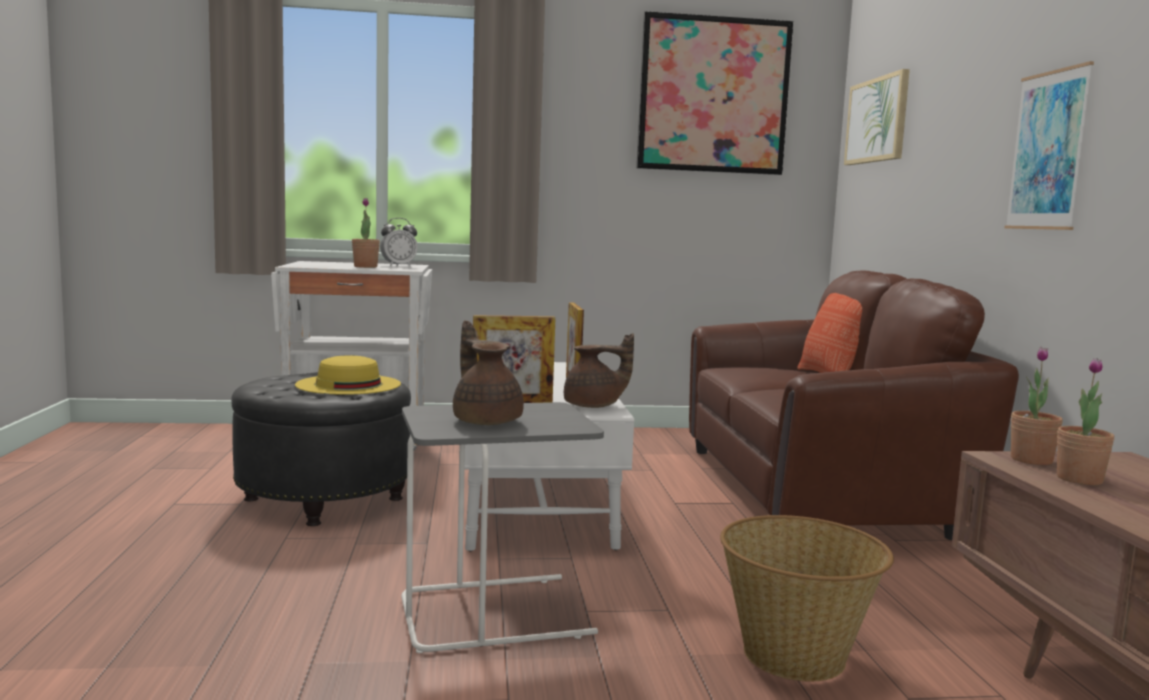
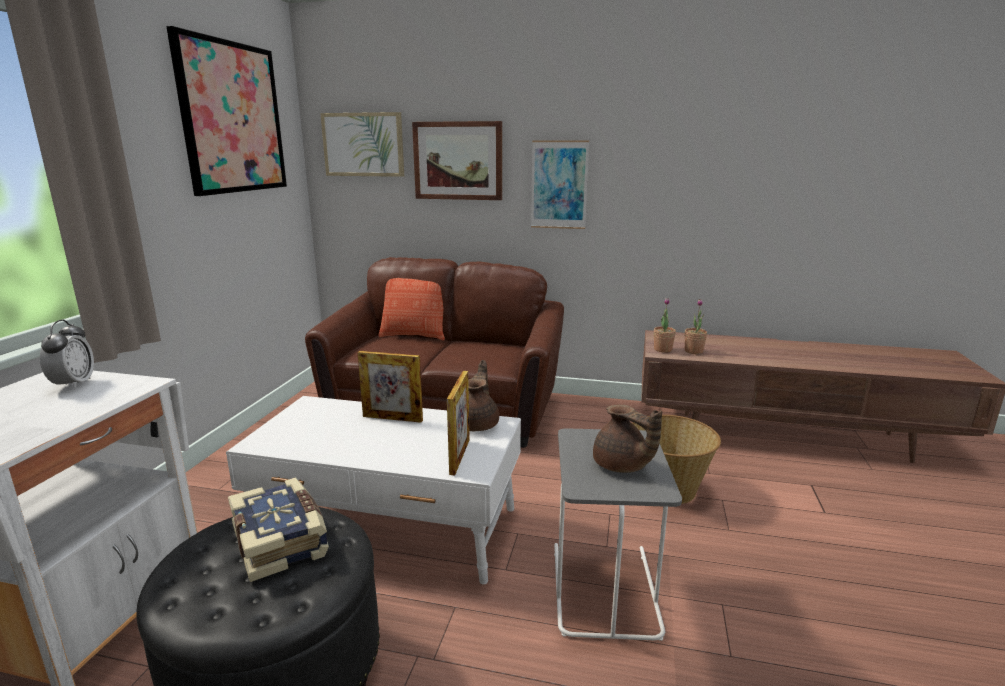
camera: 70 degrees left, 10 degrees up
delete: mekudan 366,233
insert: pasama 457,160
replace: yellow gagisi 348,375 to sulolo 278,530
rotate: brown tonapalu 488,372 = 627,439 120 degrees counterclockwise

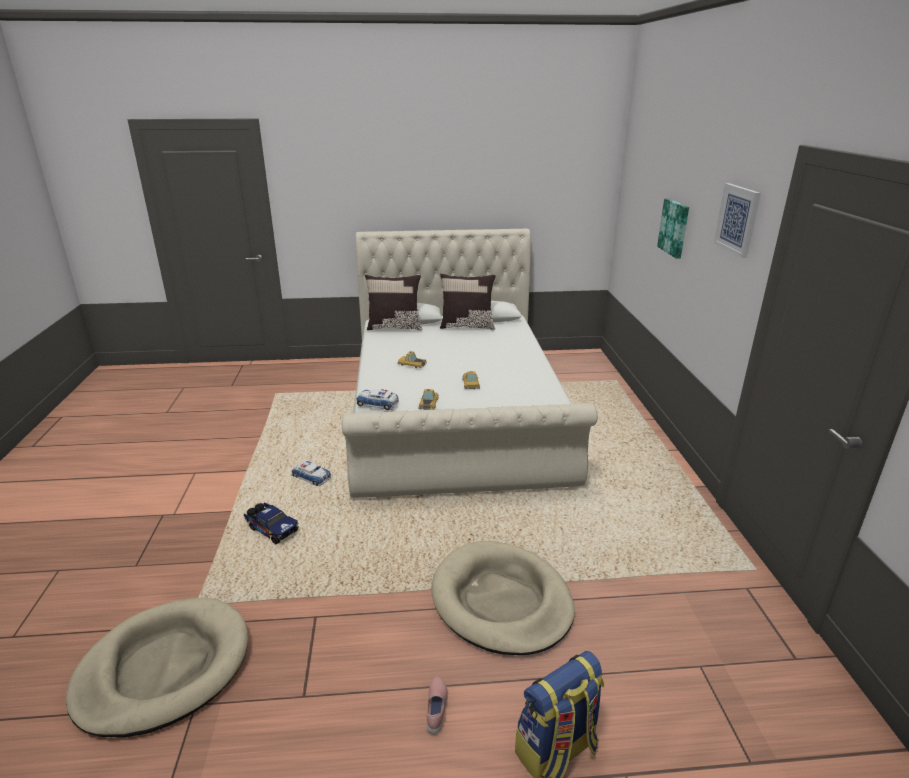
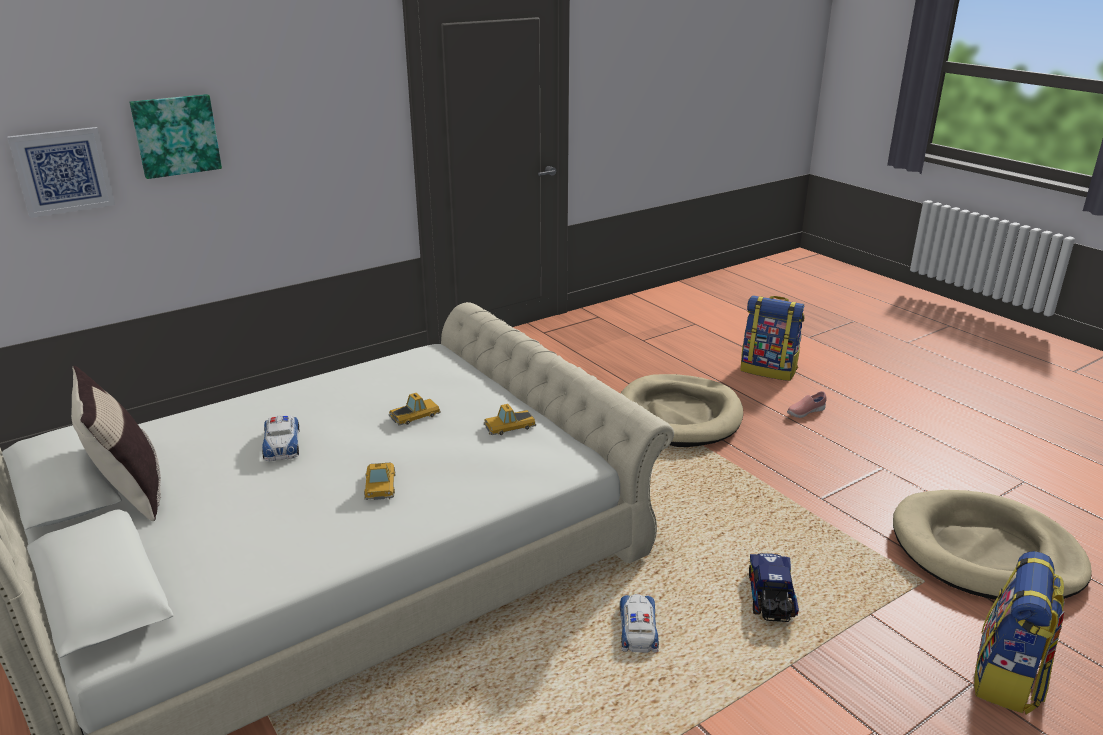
camera: 120 degrees left, 0 degrees up
delete: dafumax 393,303
insert: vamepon 1019,632
move: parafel 377,399 to 280,438; pasama 737,220 to 61,172

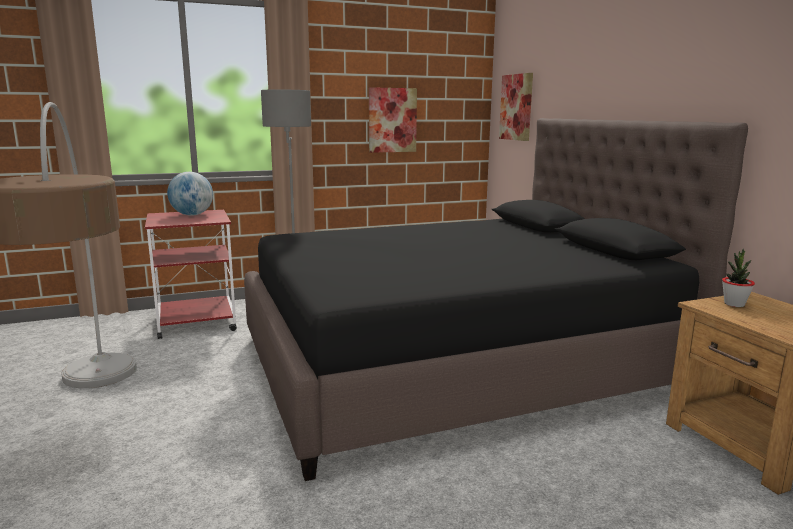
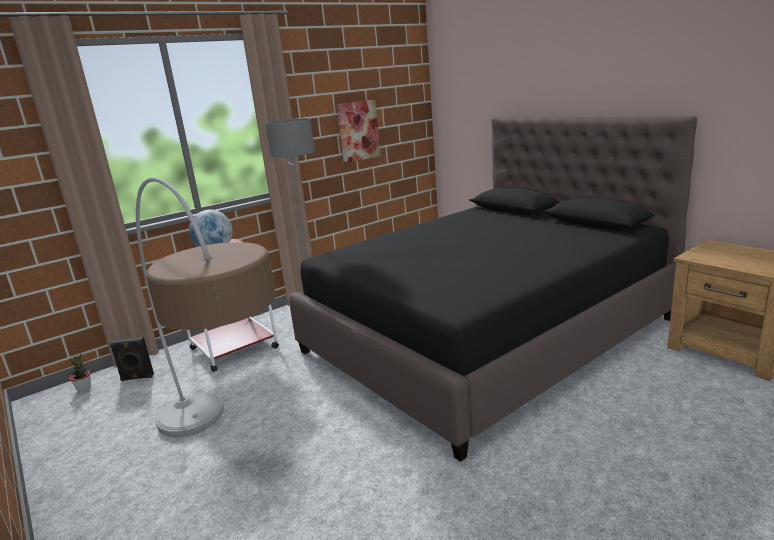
camera: 15 degrees left, 5 degrees up
delete: pasama 516,107
insert: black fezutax 131,359
move: mekudan 738,278 to 80,372

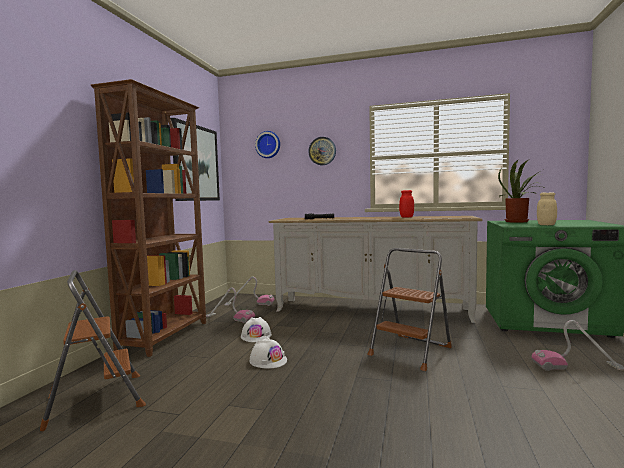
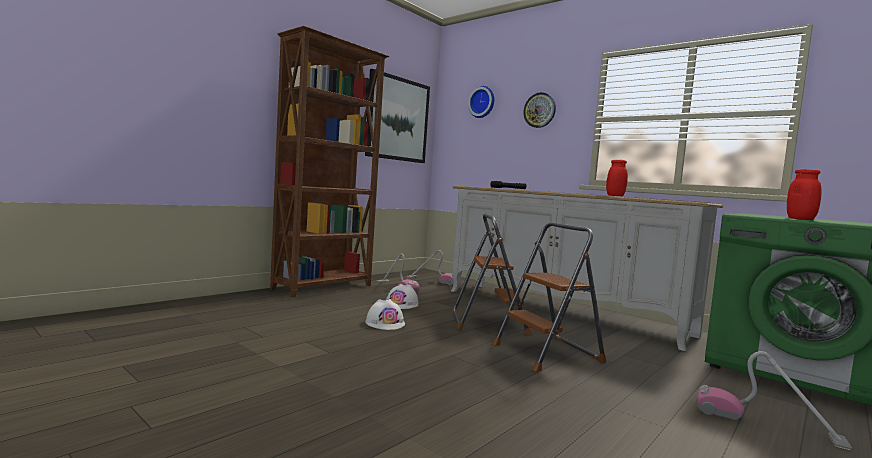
camera: 25 degrees right, 0 degrees up
delete: mekudan 520,191
move: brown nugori 93,350 to 492,274
recolor: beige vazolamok 547,208 to red vazolamok 804,194

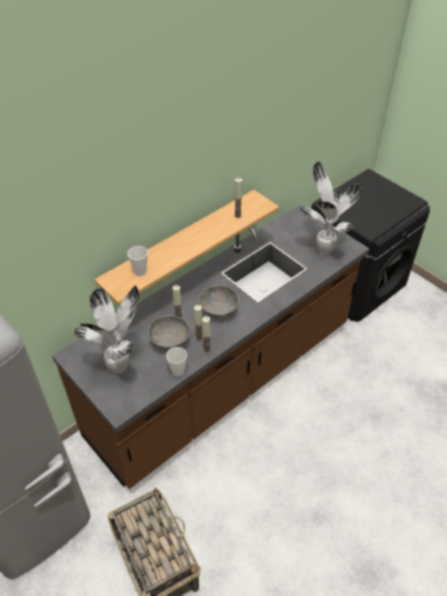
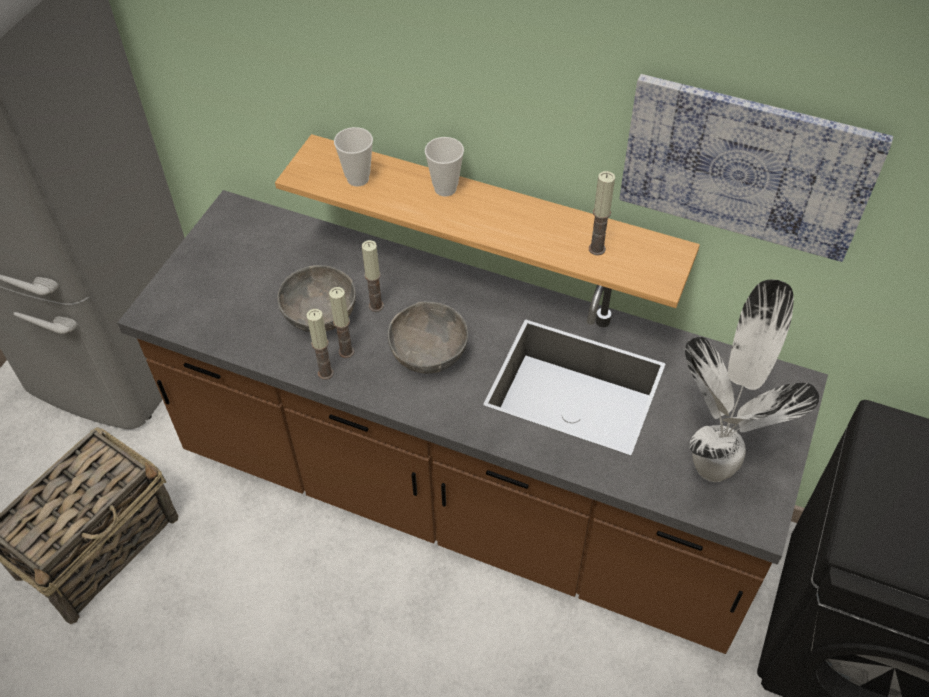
camera: 65 degrees right, 5 degrees up
delete: mekudan 106,329
insert: pasama 756,168
move: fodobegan 176,361 to 444,166

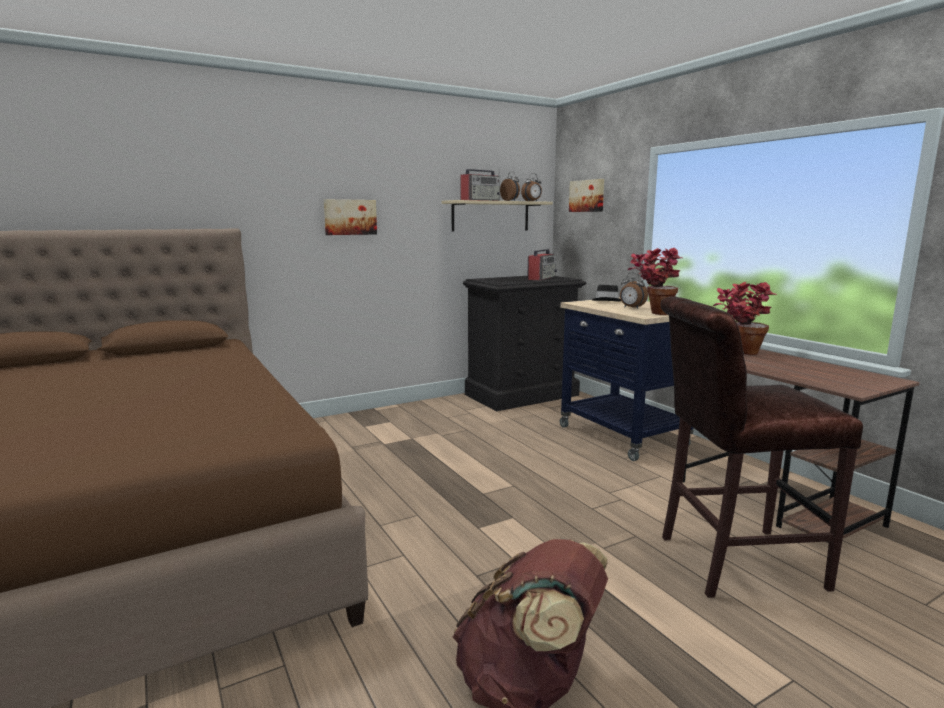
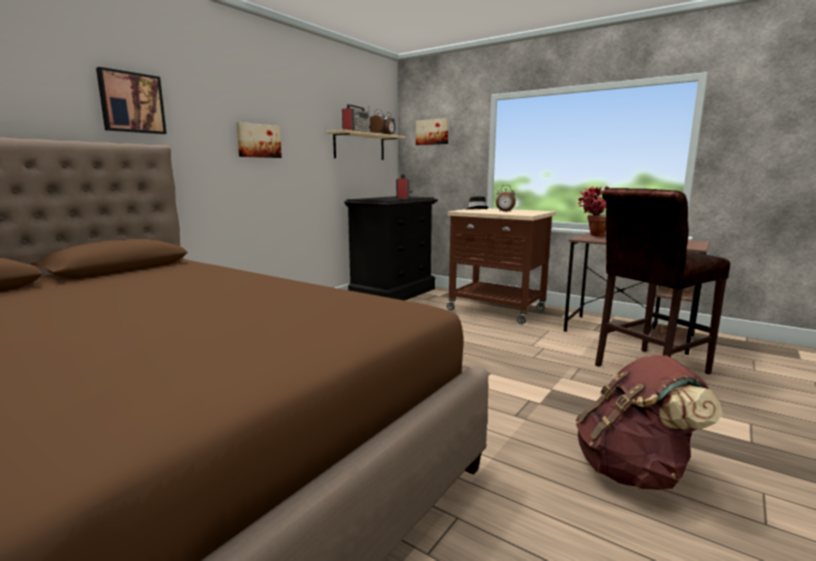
camera: 25 degrees left, 0 degrees up
delete: mekudan 655,281
insert: pasama 131,100
recolor: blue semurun 626,379 to brown semurun 501,266

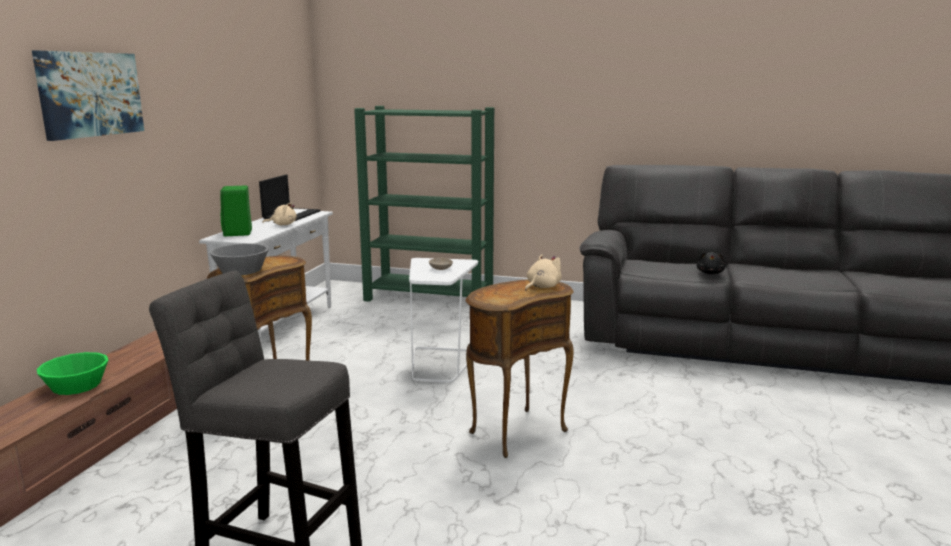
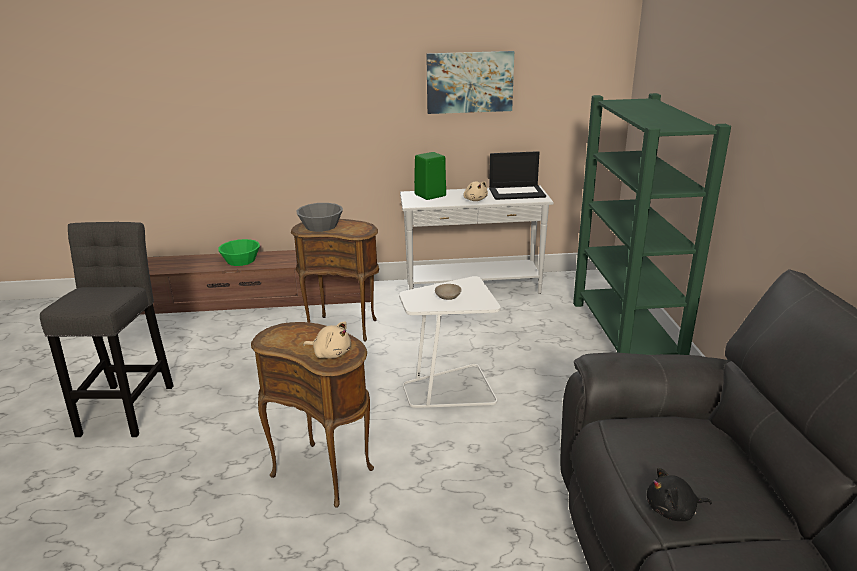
camera: 70 degrees right, 10 degrees up
move: pasama 88,96 to 470,82

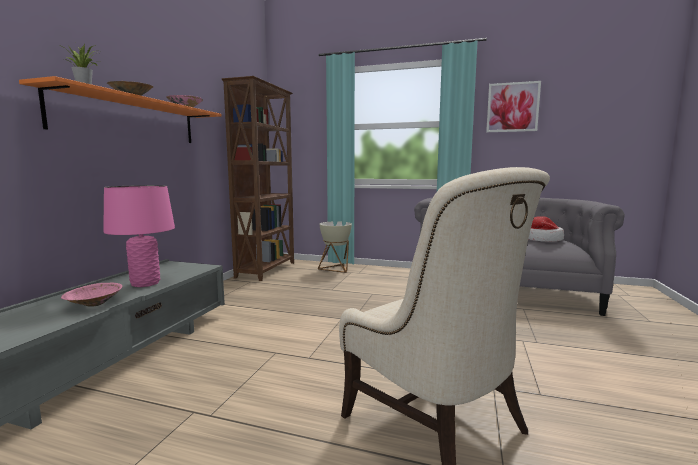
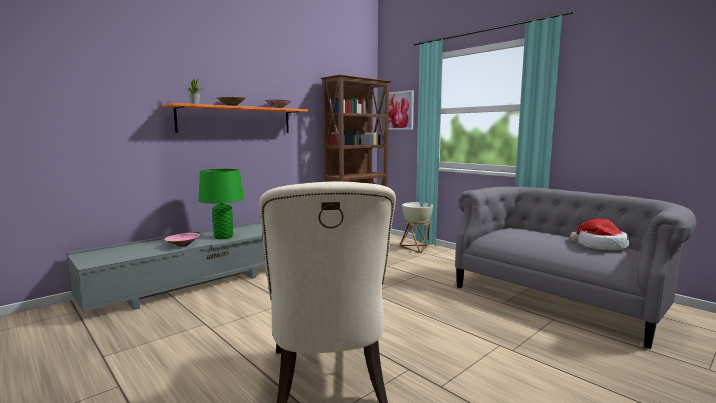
camera: 30 degrees right, 0 degrees up
move: pasama 513,106 to 399,110
recolor: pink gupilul 139,236 to green gupilul 221,204

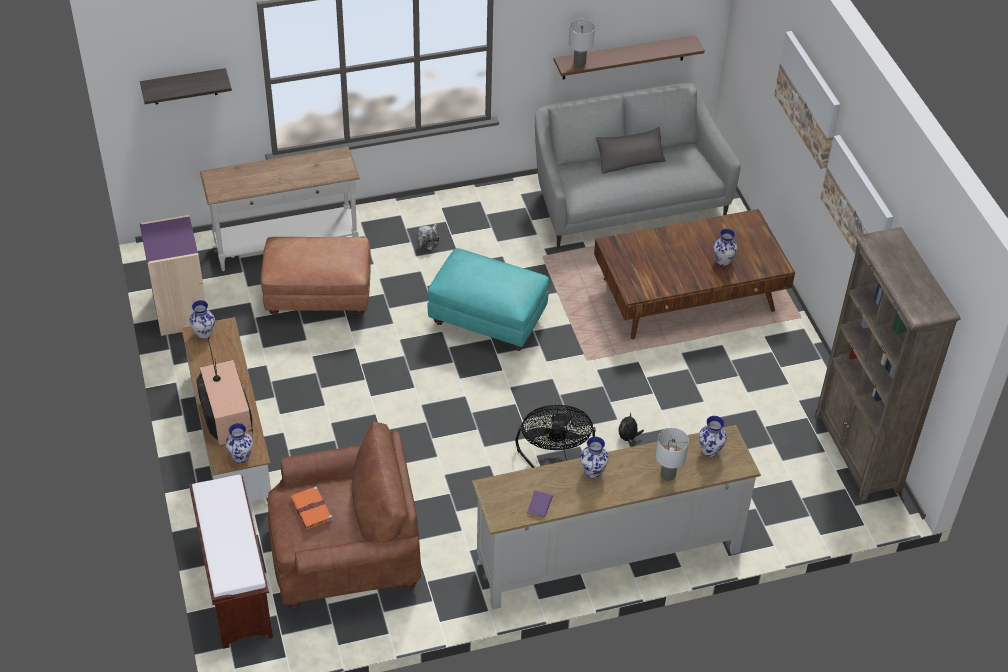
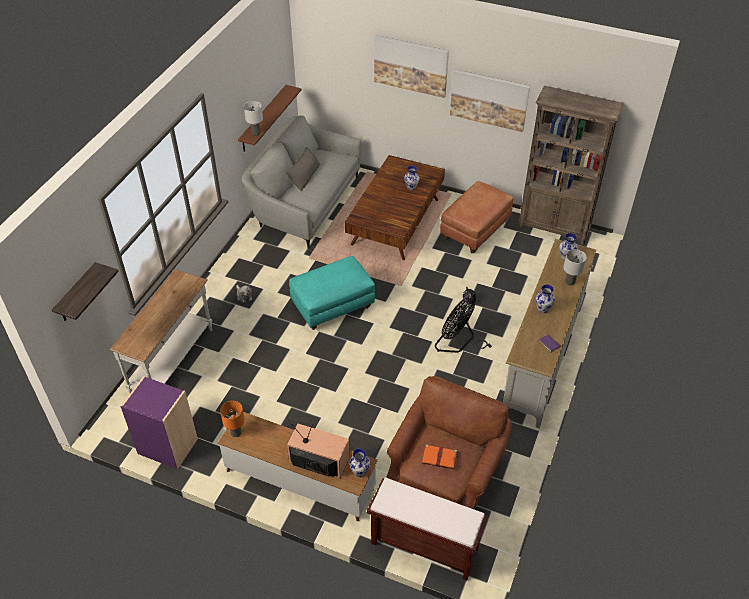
camera: 50 degrees left, 0 degrees up
move: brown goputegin 316,276 to 477,217
replace: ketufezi 202,319 to orange gupilul 232,419

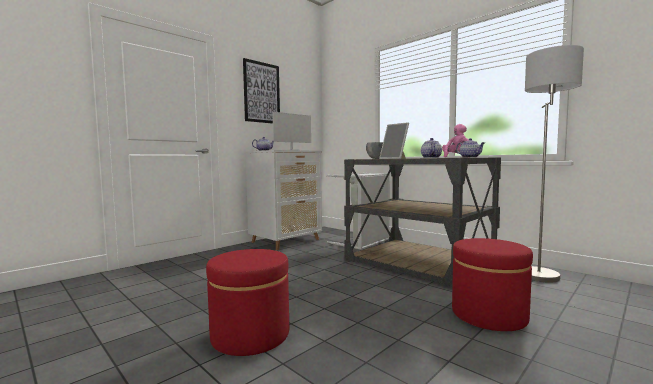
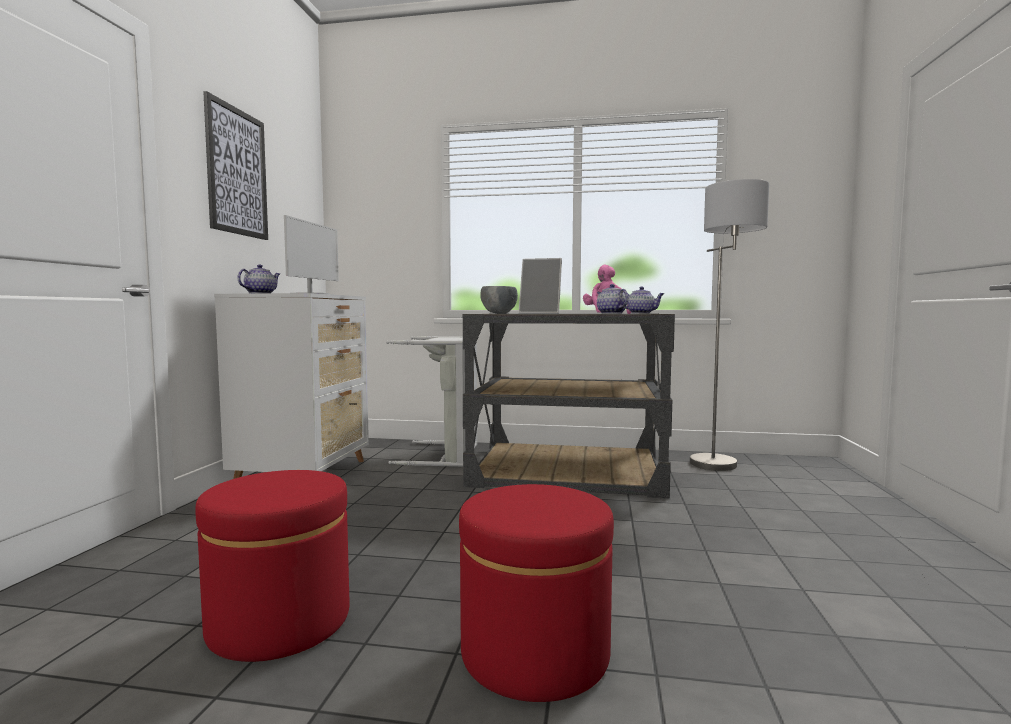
camera: 35 degrees left, 0 degrees up
move: red goputegin 492,284 to 272,566

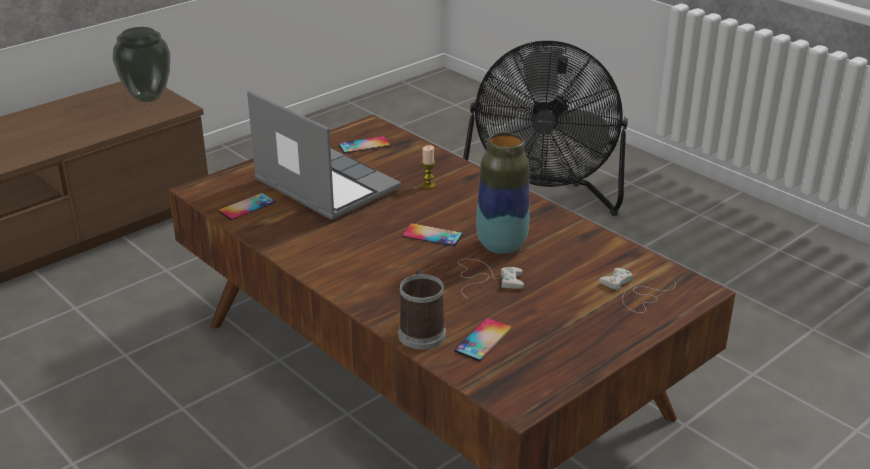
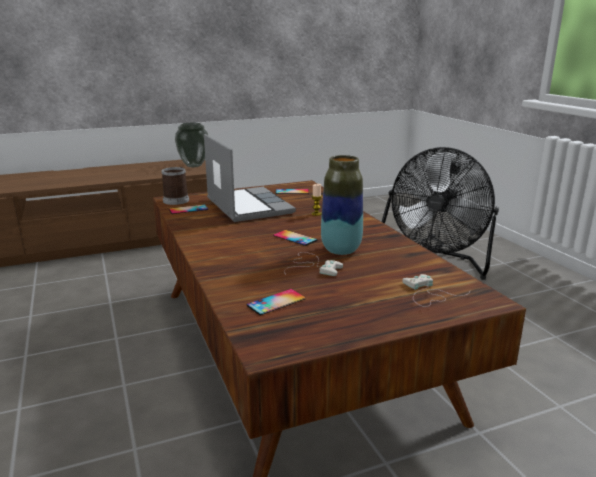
camera: 20 degrees right, 10 degrees down
move: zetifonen 422,309 to 175,186

